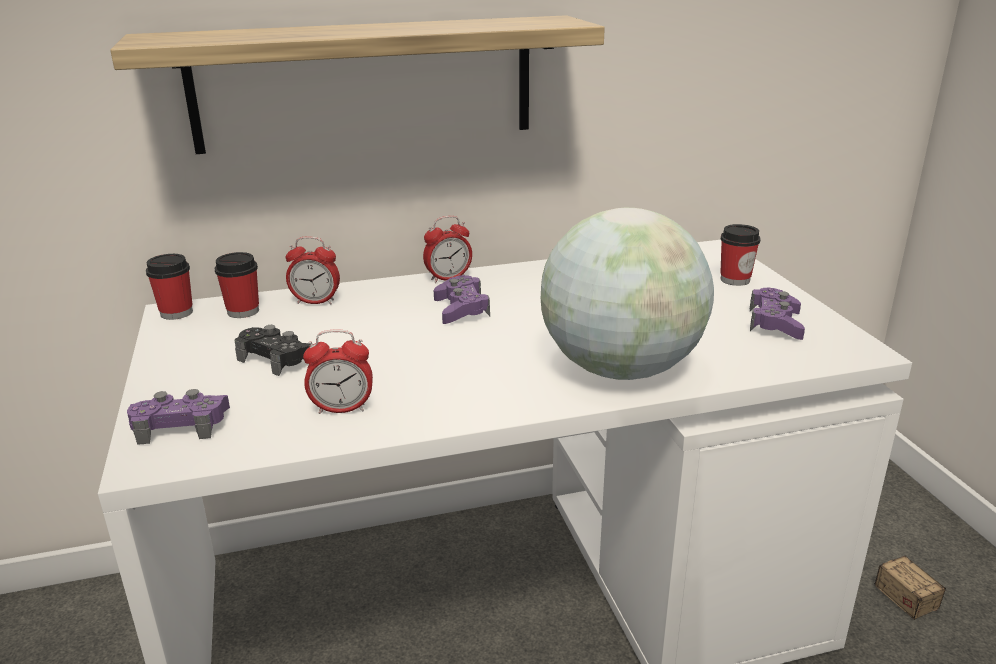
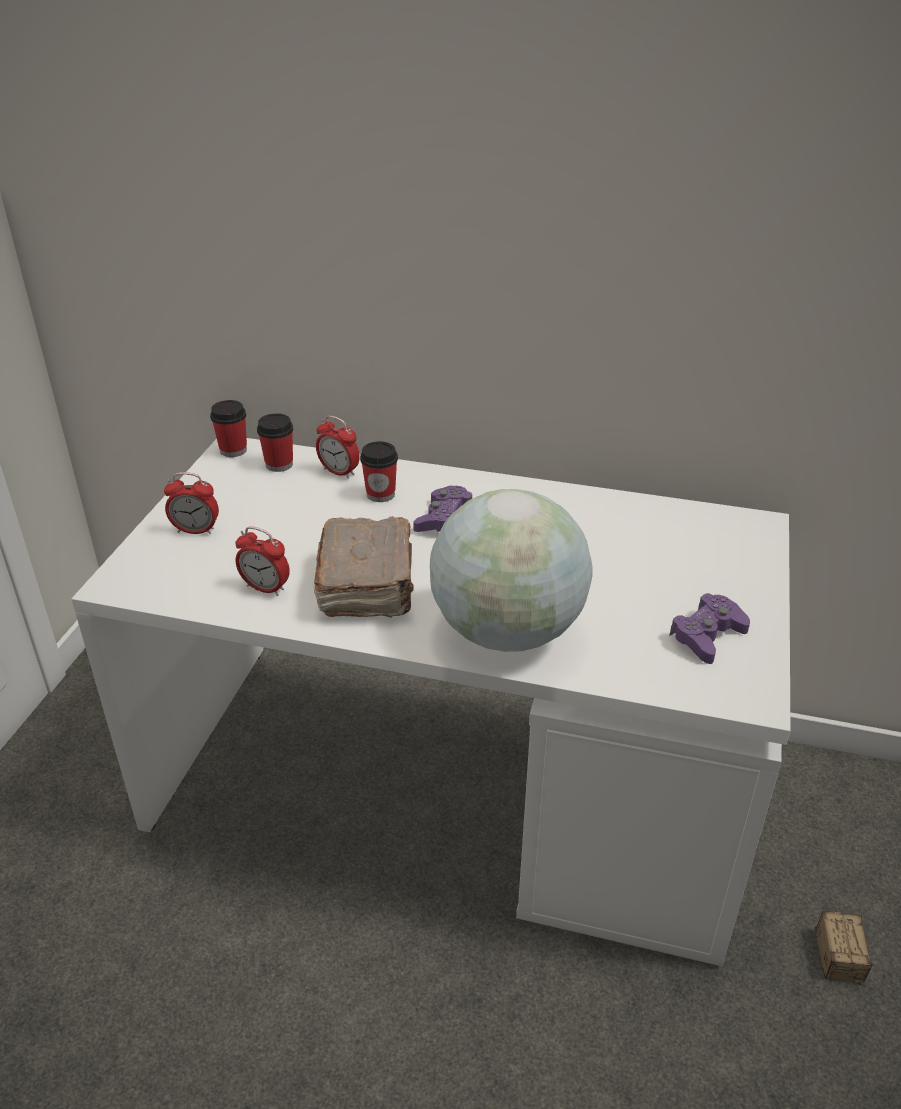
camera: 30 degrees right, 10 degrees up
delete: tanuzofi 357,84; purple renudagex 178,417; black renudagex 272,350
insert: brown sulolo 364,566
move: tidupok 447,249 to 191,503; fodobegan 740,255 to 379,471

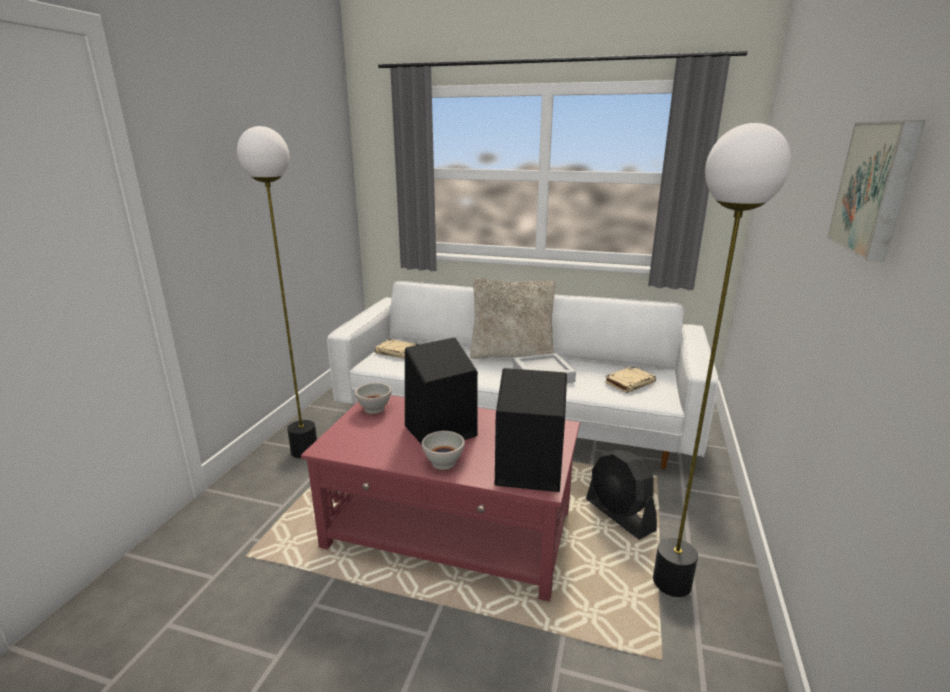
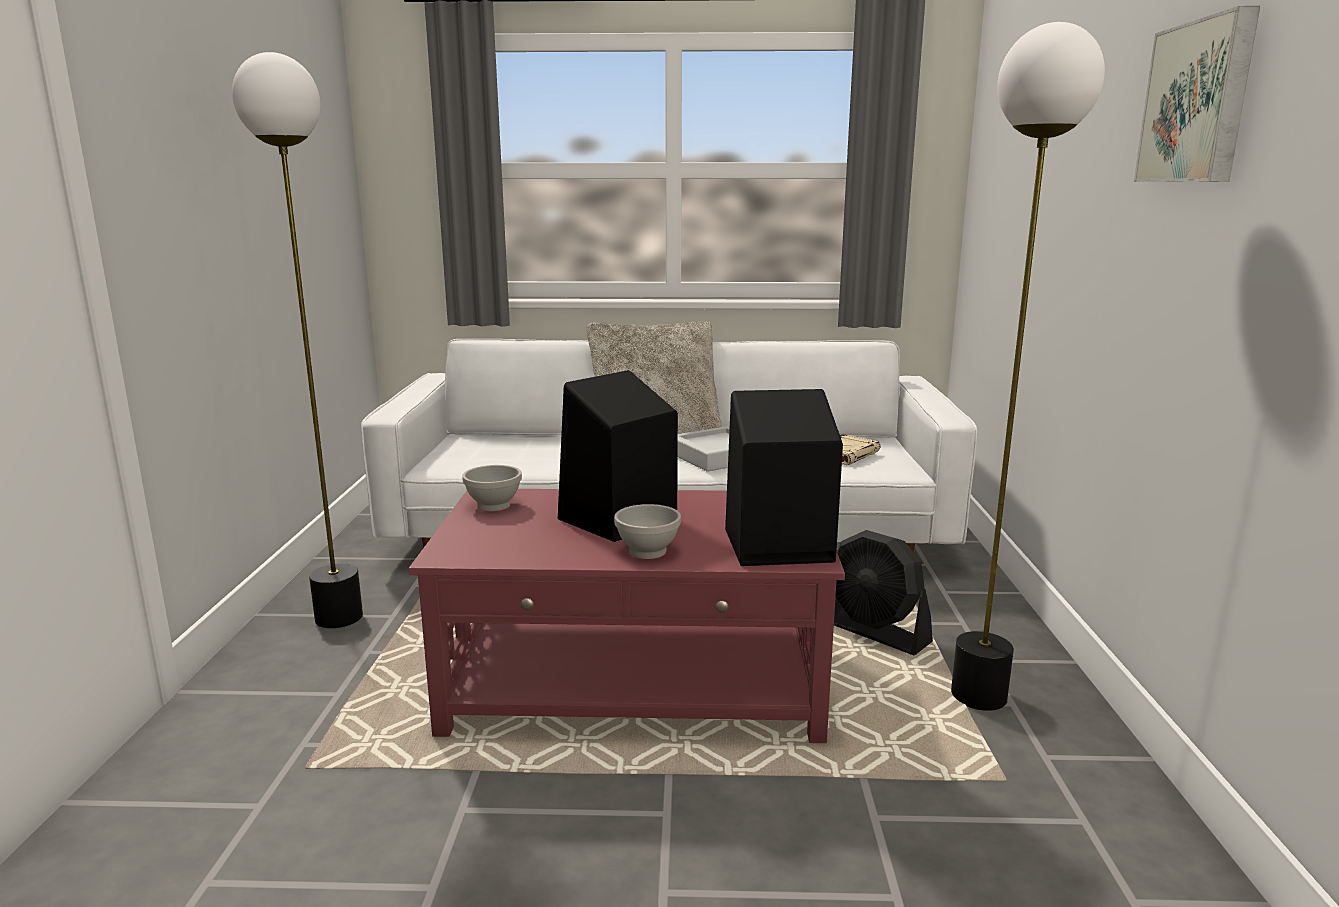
camera: 15 degrees left, 5 degrees down
delete: beige sulolo 397,349

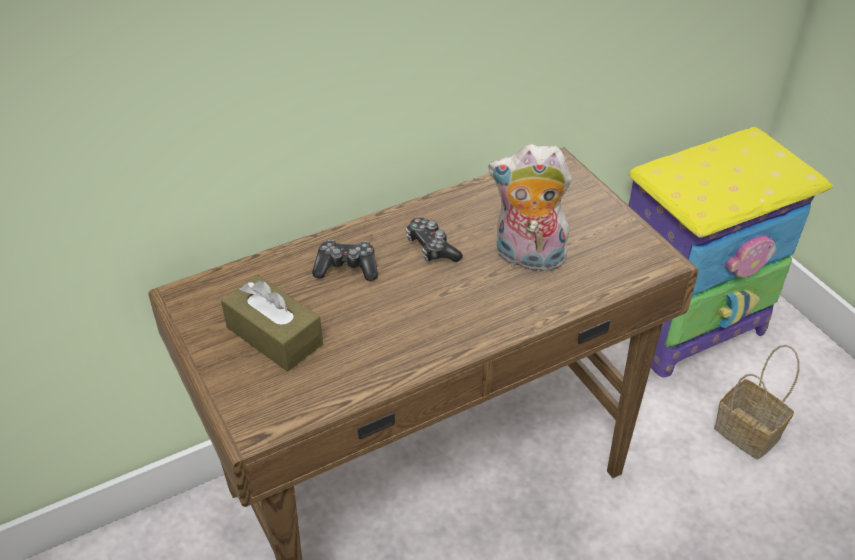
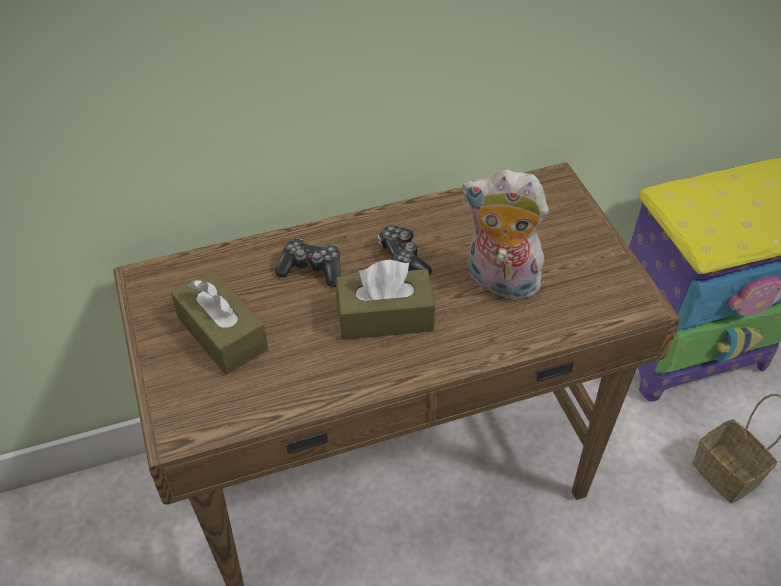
camera: 10 degrees right, 5 degrees up
insert: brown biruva 385,300

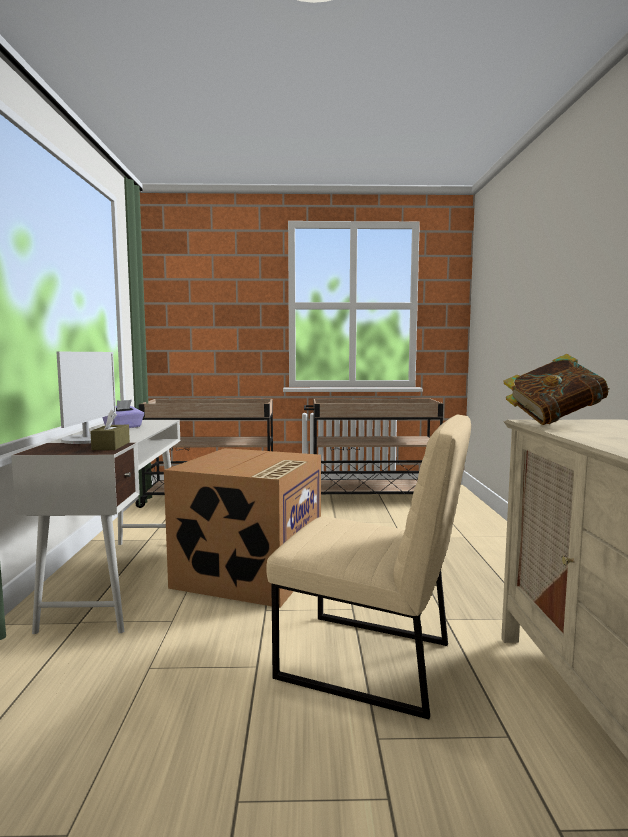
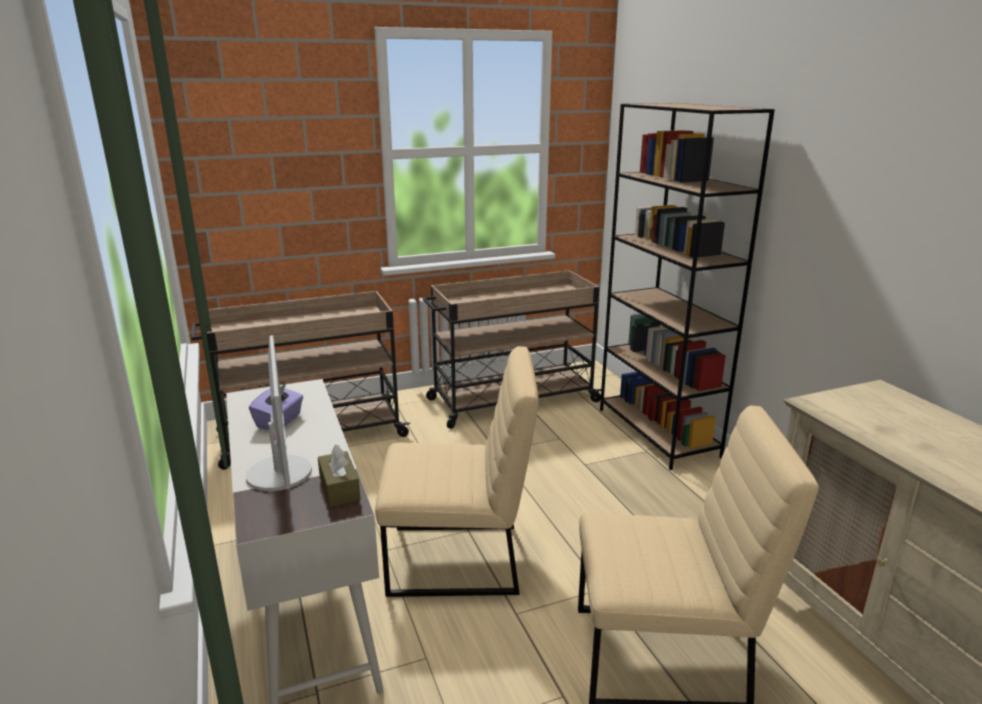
camera: 20 degrees left, 15 degrees up
delete: sulolo 556,389
insert: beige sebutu 687,286
replace: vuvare 242,528 to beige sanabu 457,471

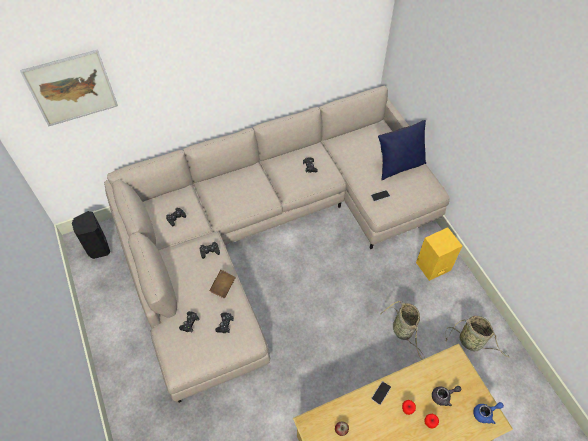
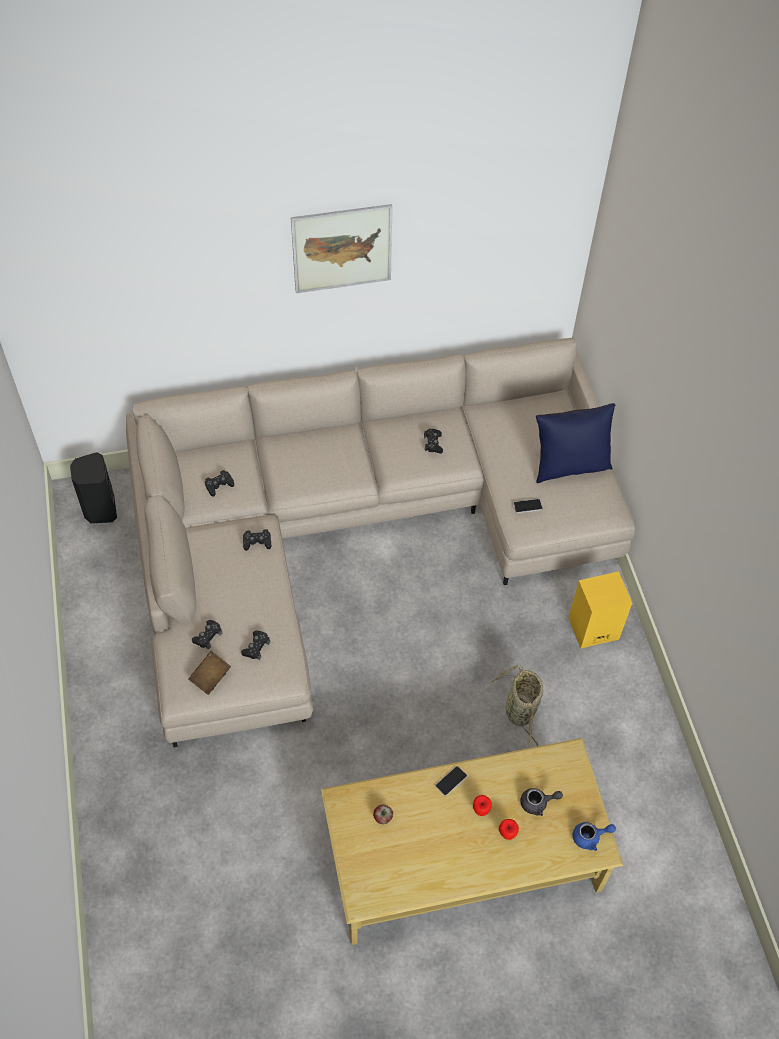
camera: 10 degrees right, 0 degrees up
delete: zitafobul 477,337
move: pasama 69,87 to 342,248; brown sulolo 222,284 to 209,673

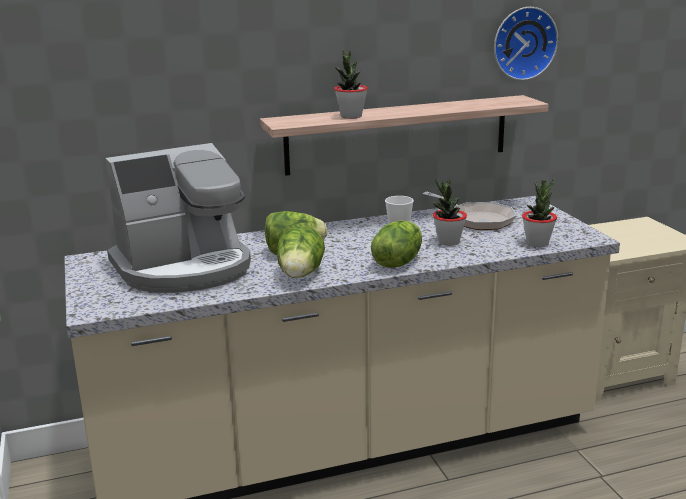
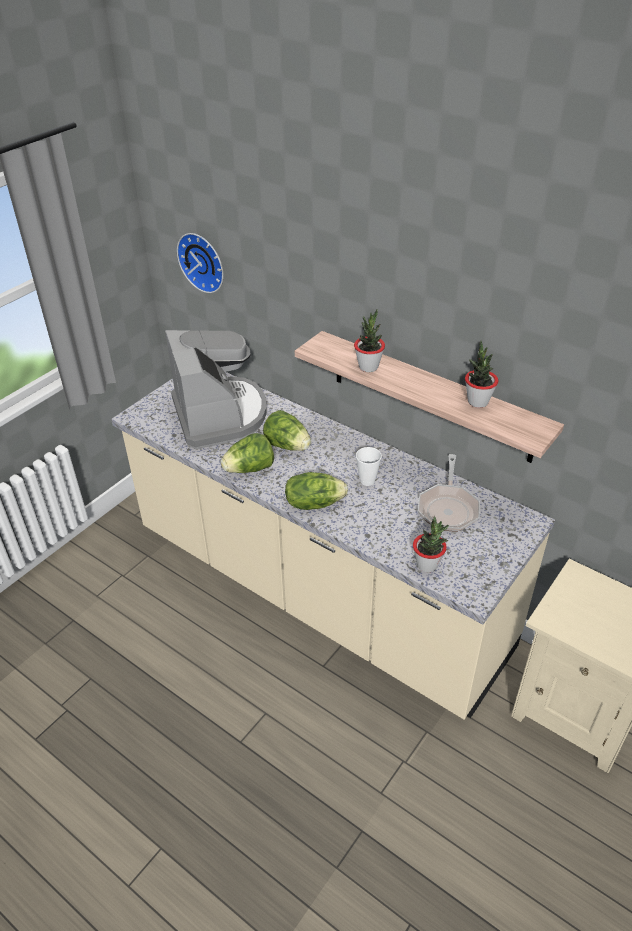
camera: 55 degrees right, 20 degrees up
move: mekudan 450,211 to 481,374; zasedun 526,43 to 200,263
rotate: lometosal 178,218 = 216,389 135 degrees counterclockwise

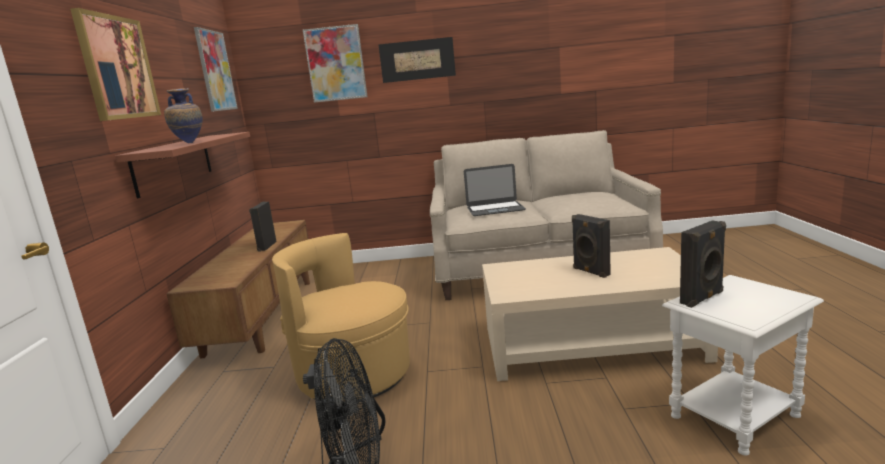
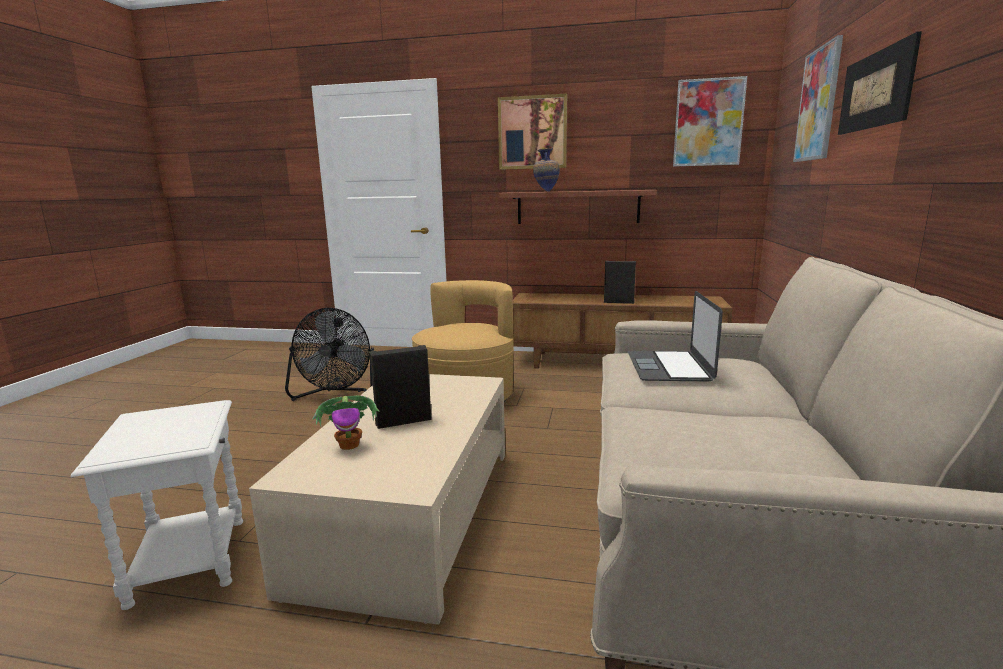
camera: 100 degrees right, 0 degrees up
delete: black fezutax 703,264
insert: mekudan 345,422

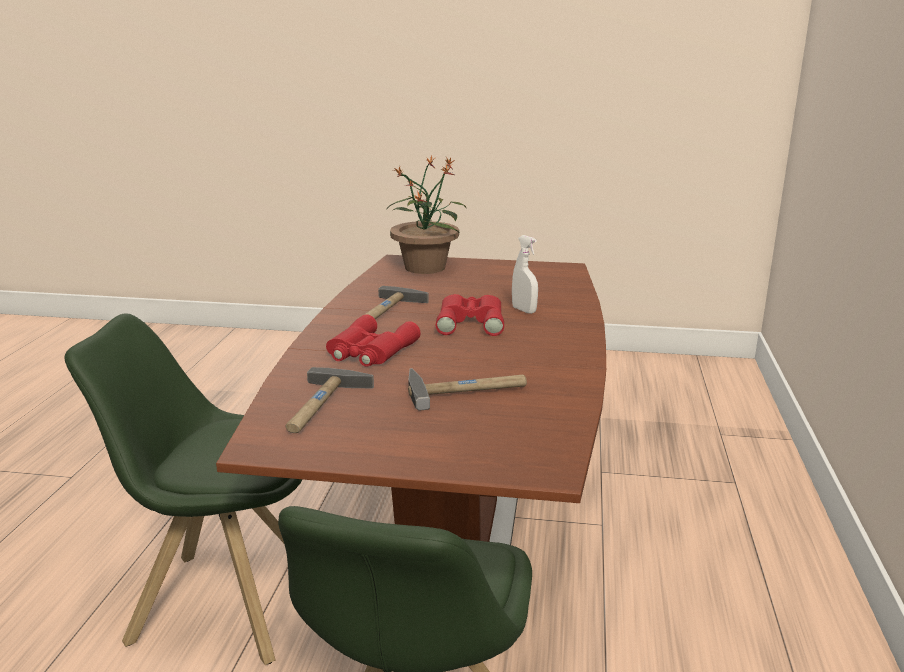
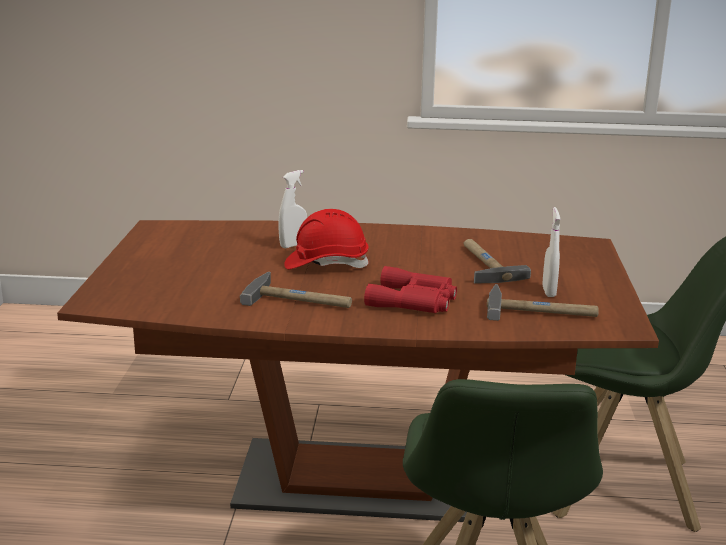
camera: 95 degrees left, 0 degrees up
delete: mekudan 426,214
insert: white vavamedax 551,252
replace: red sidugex 469,315 to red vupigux 326,239

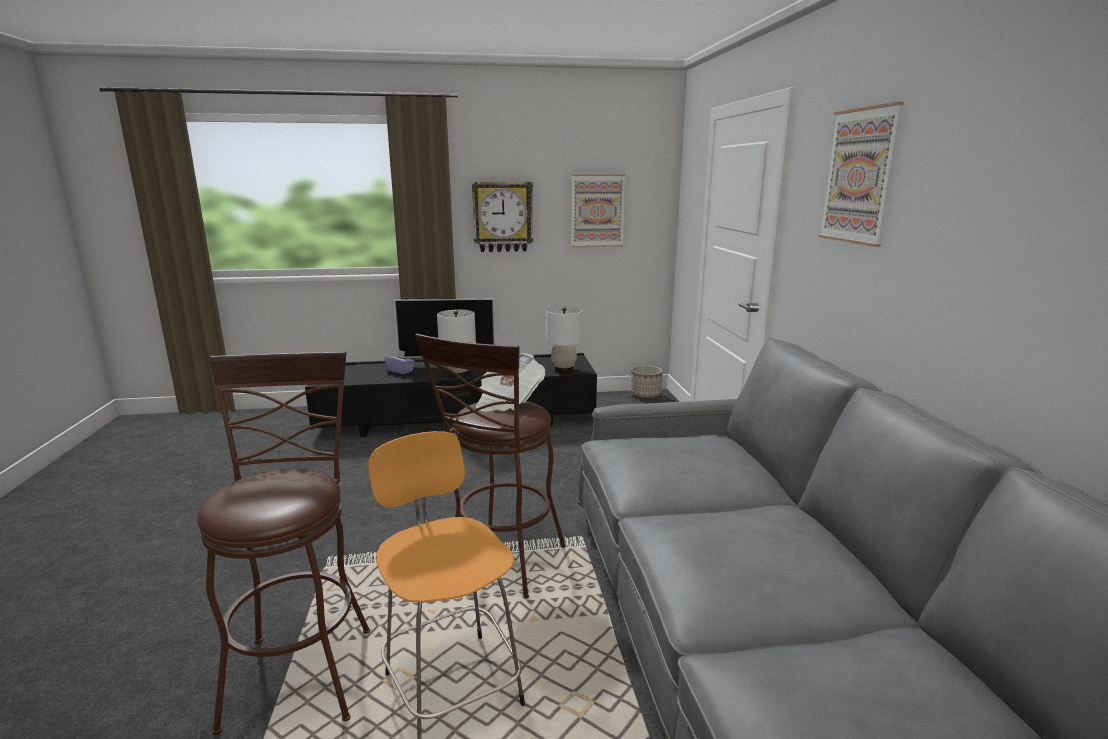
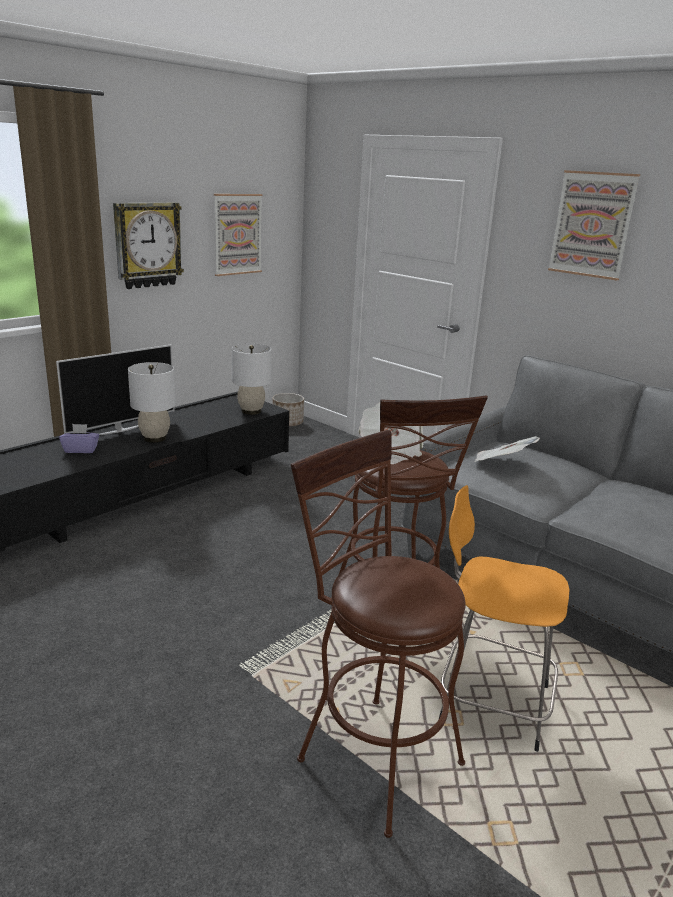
camera: 40 degrees left, 5 degrees up
insert: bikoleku 507,449

